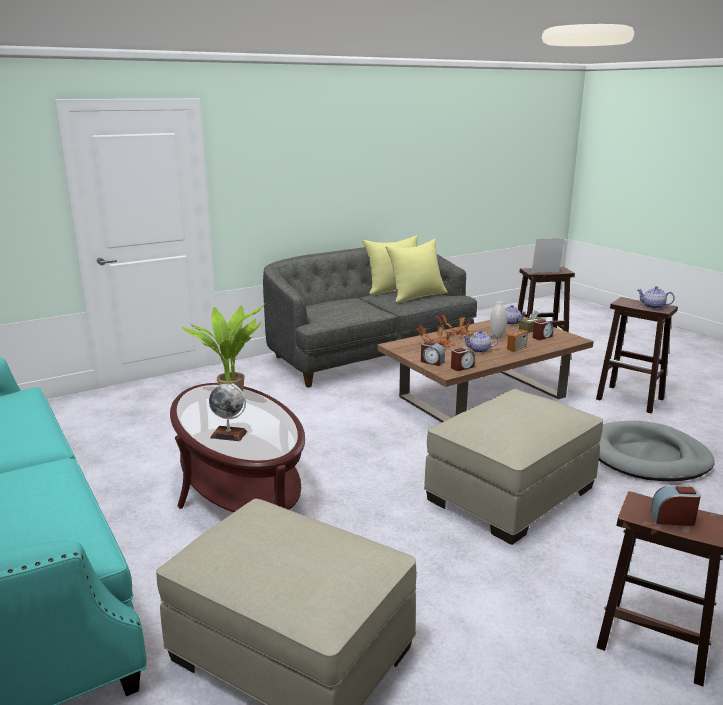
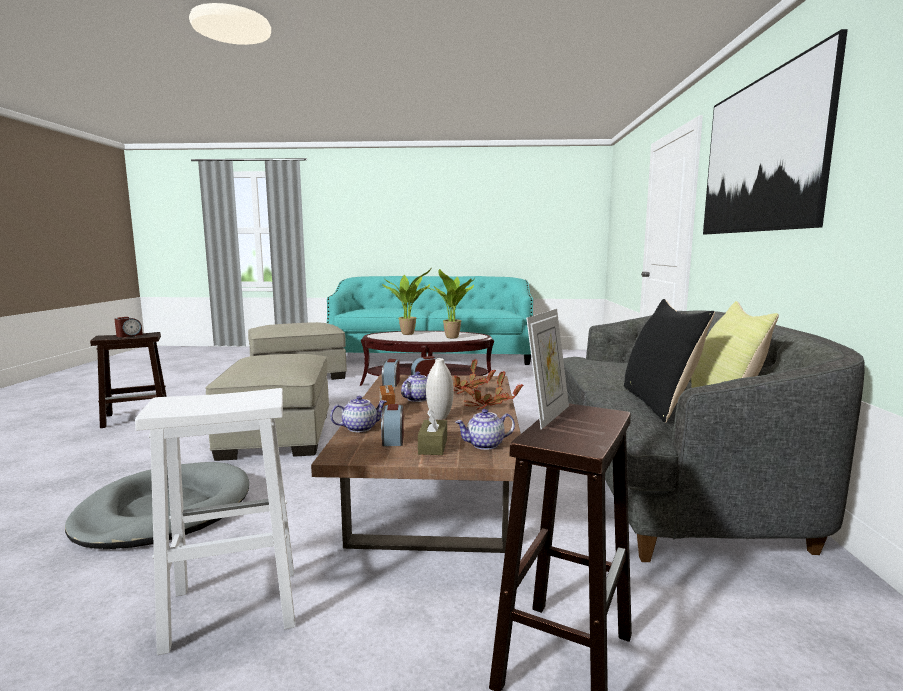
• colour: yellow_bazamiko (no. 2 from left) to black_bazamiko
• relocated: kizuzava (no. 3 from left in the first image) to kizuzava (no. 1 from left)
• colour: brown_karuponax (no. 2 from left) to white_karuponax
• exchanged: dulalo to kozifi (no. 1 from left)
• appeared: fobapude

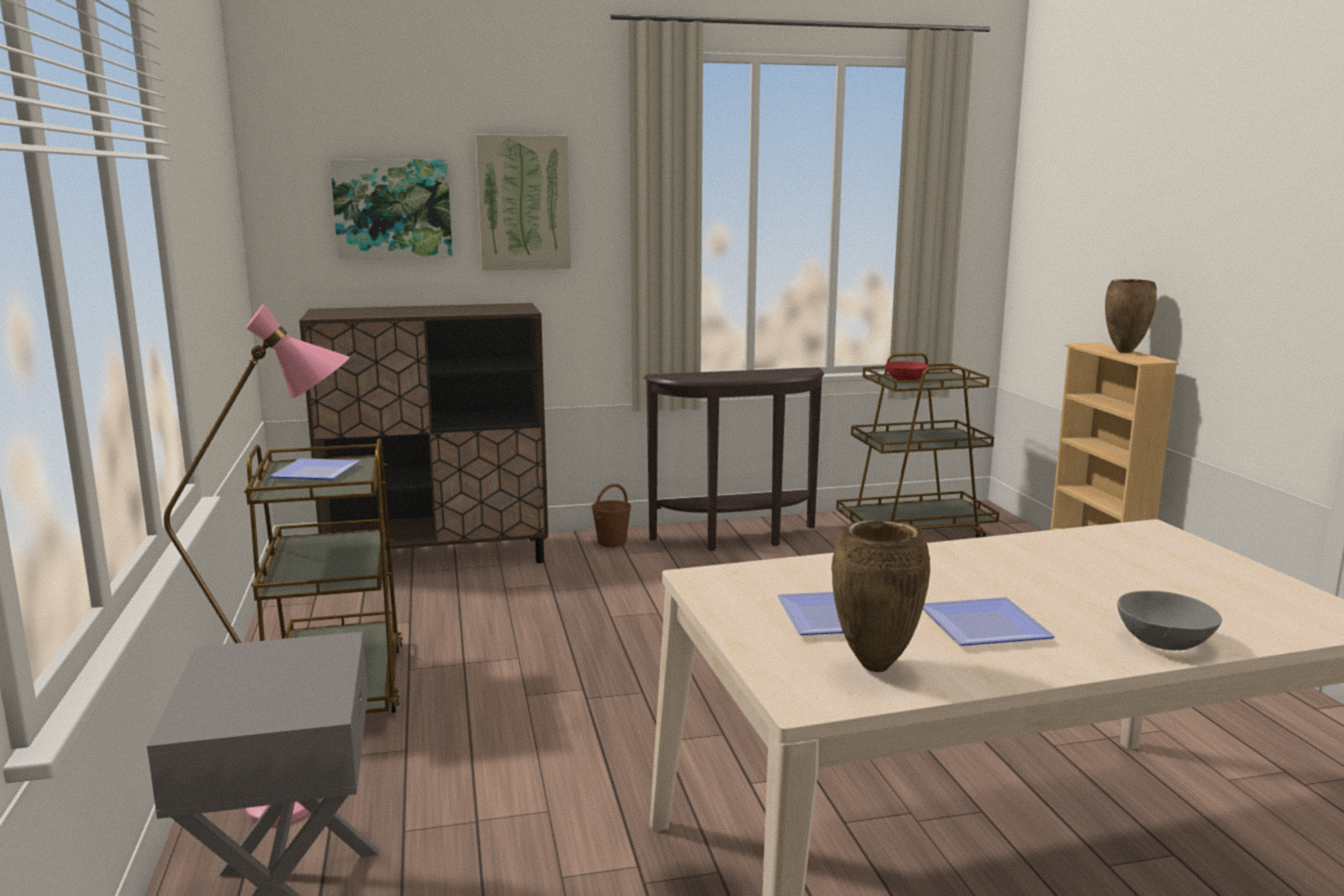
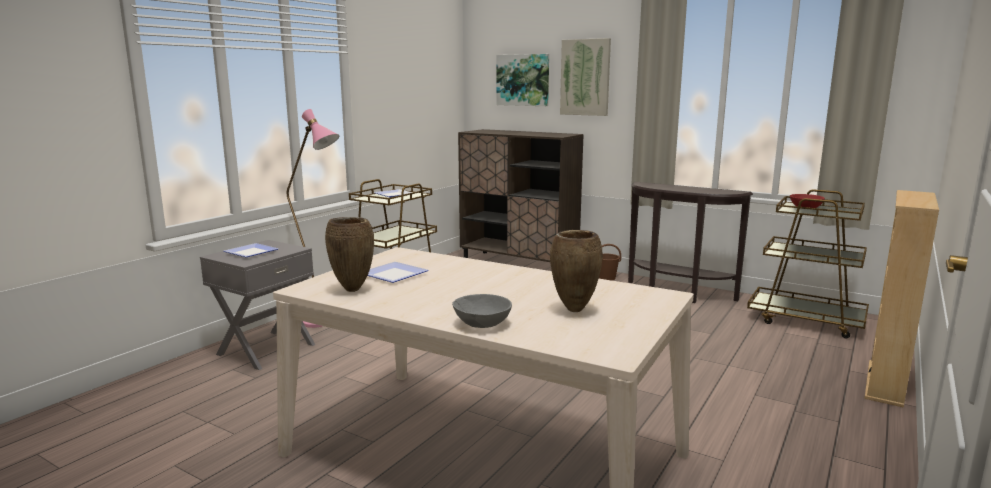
• relocated: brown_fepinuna (no. 2 from left)
• relocated: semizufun (no. 3 from left in the first image) to semizufun (no. 1 from left)

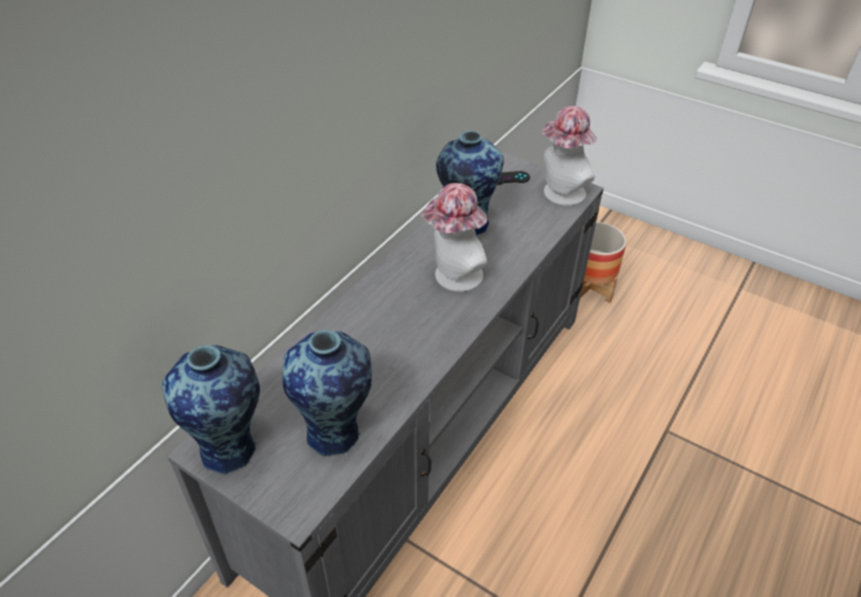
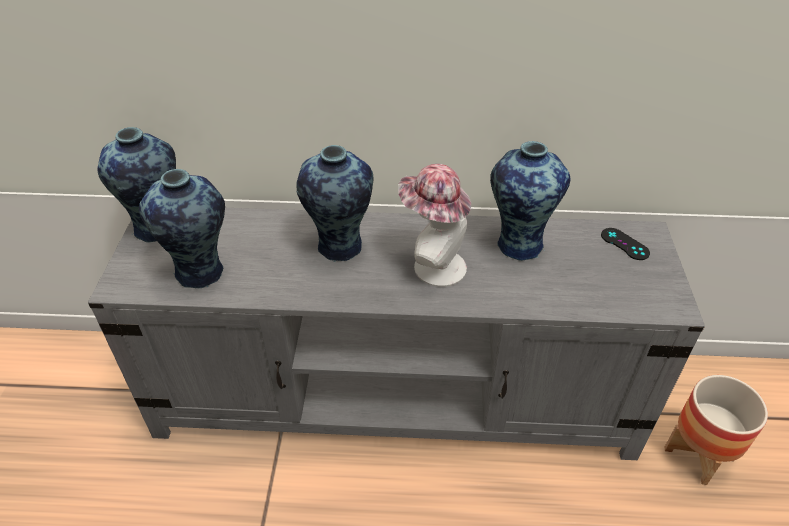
• missing: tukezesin (no. 2 from left)
• appeared: fepinuna (no. 3 from left)

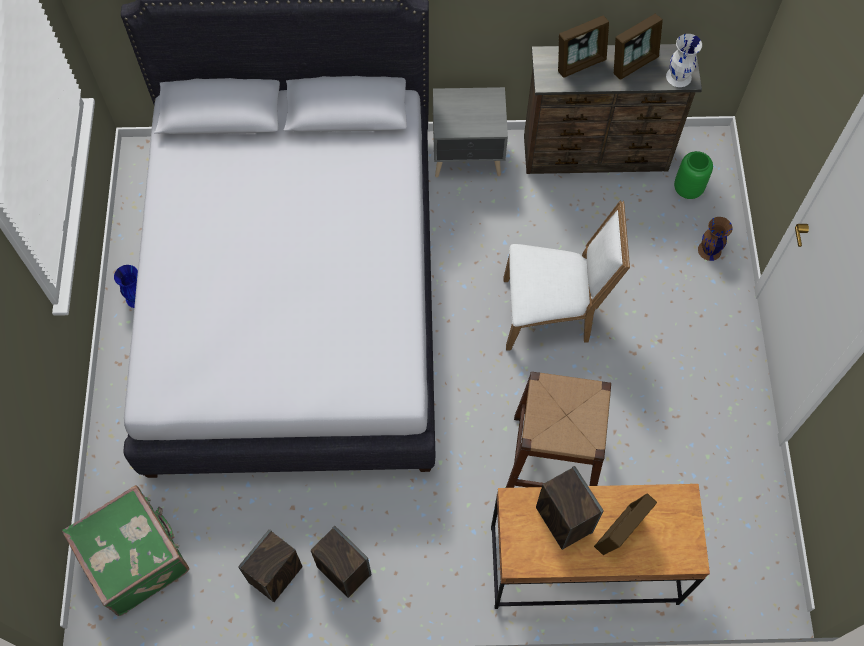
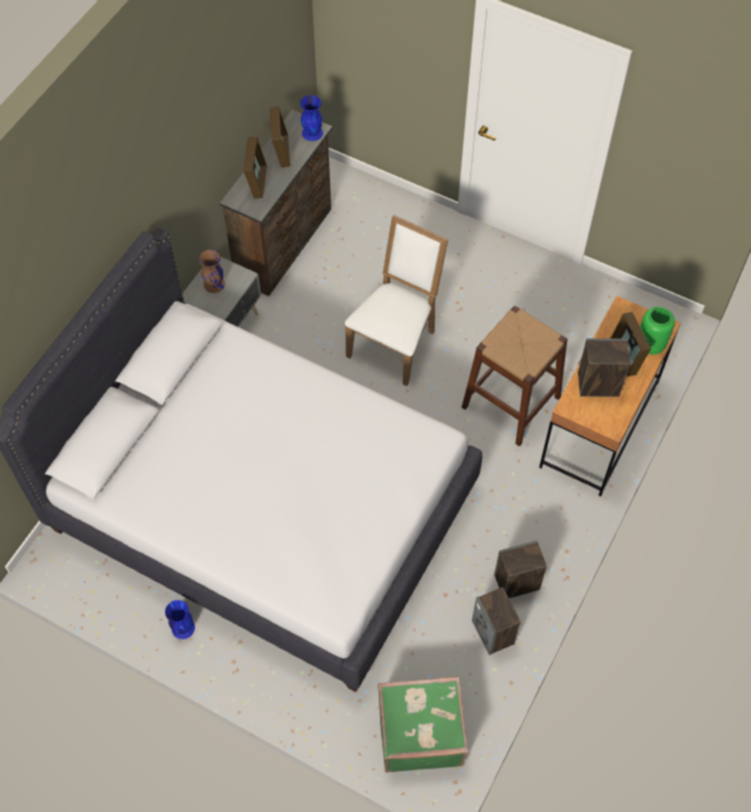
• colour: white_fepinuna to blue_fepinuna (no. 2 from left)
• relocated: green_fepinuna
• relocated: brown_fepinuna

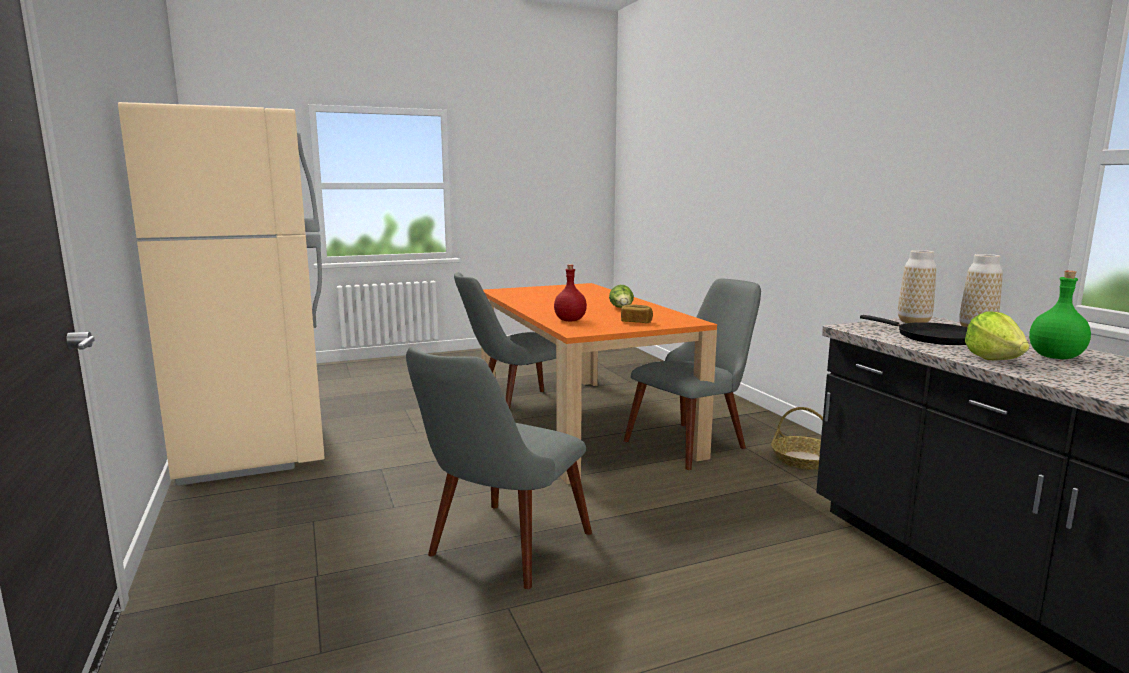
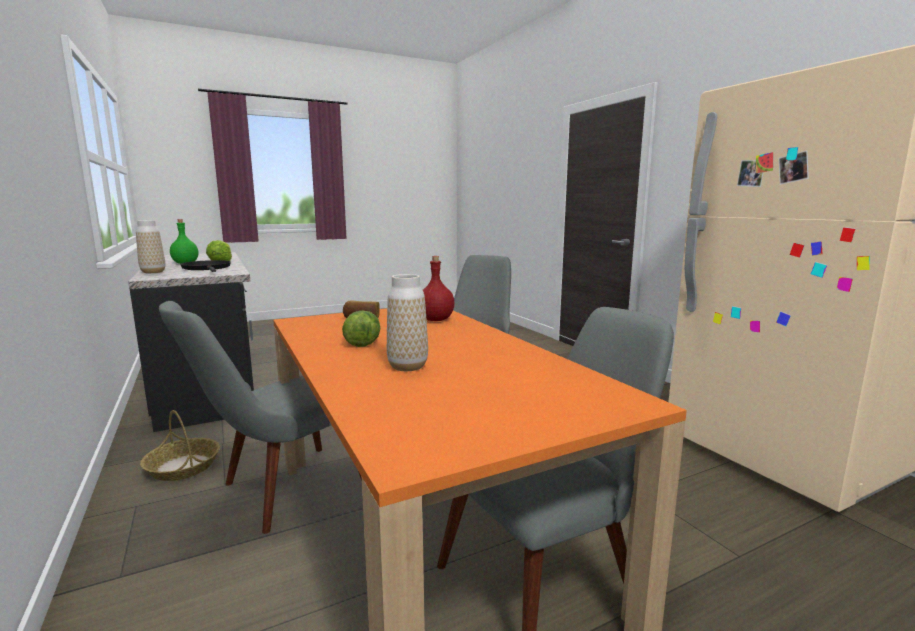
• relocated: fepinuna (no. 1 from left in the first image) to fepinuna (no. 2 from left)

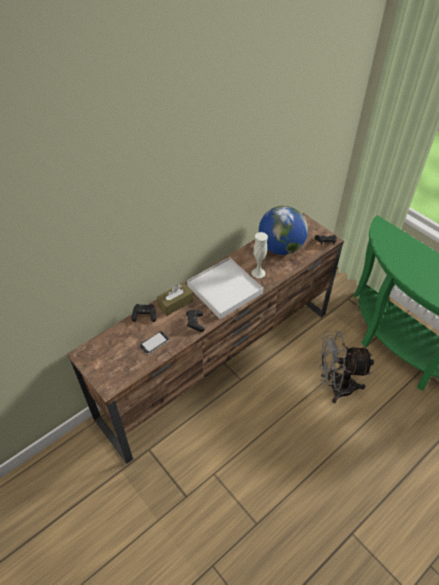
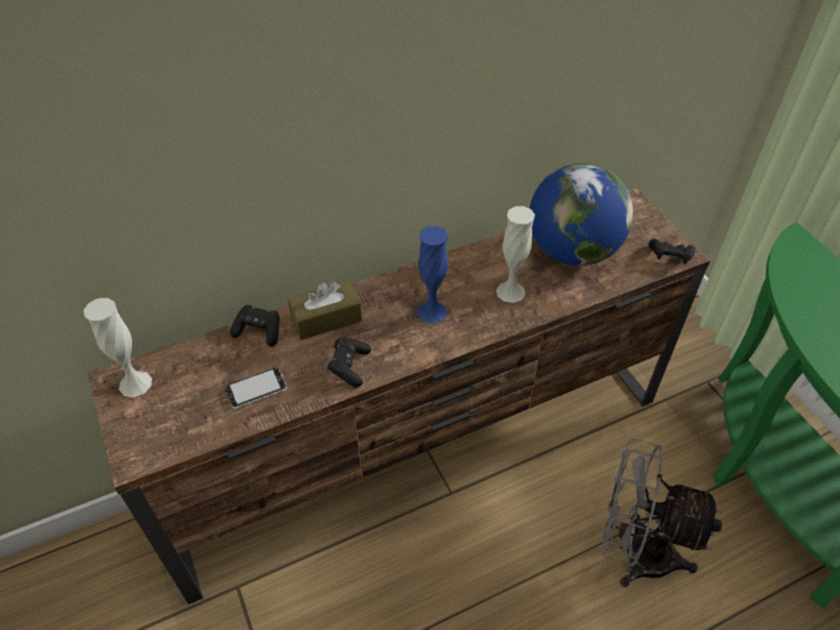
• exchanged: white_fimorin to blue_fepinuna
• appeared: white_fepinuna (no. 1 from left)

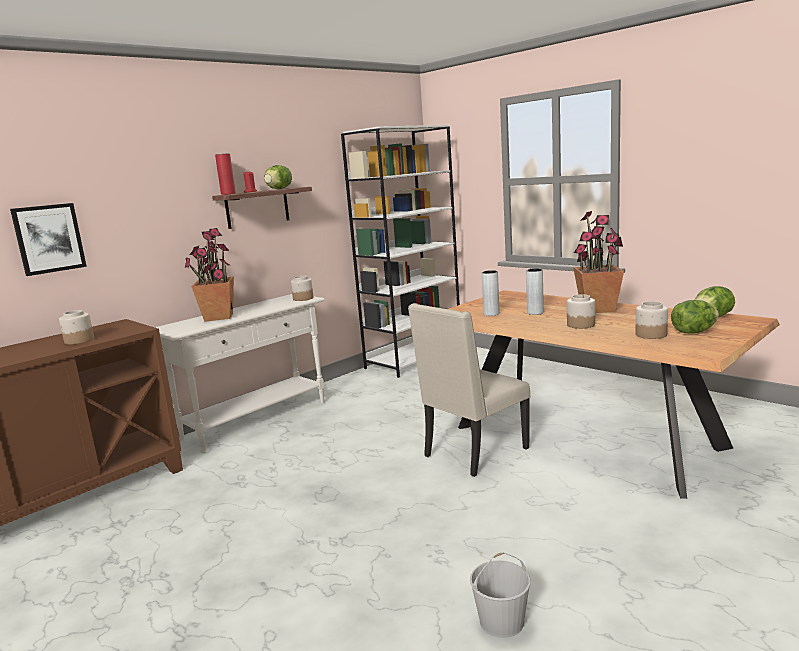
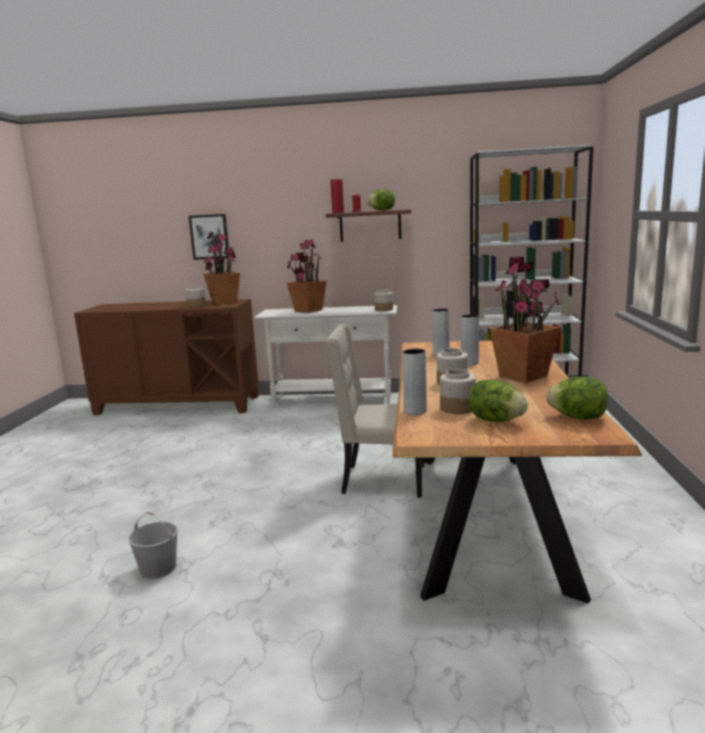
• appeared: kozifi (no. 1 from left)
• appeared: grey_fepinuna (no. 1 from left)

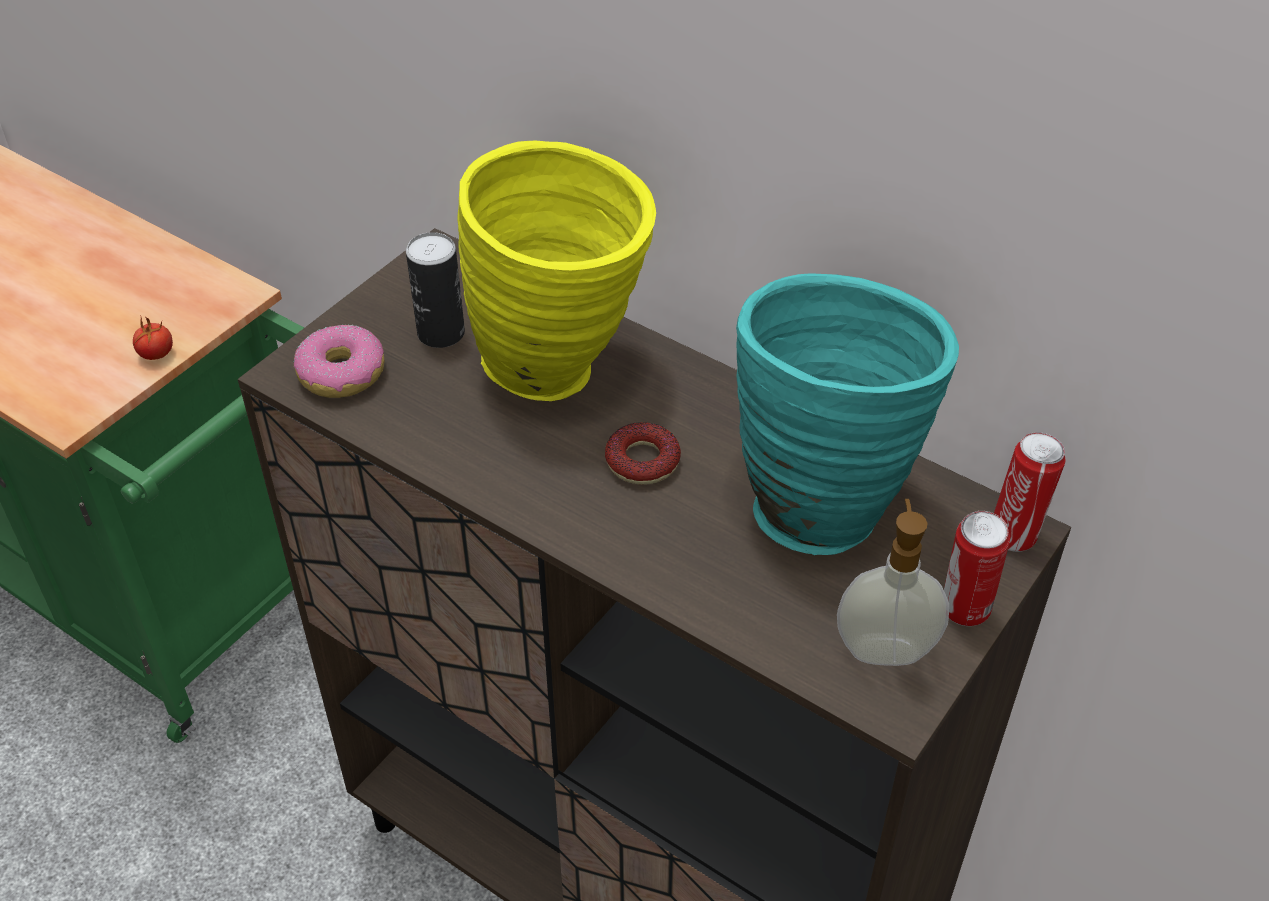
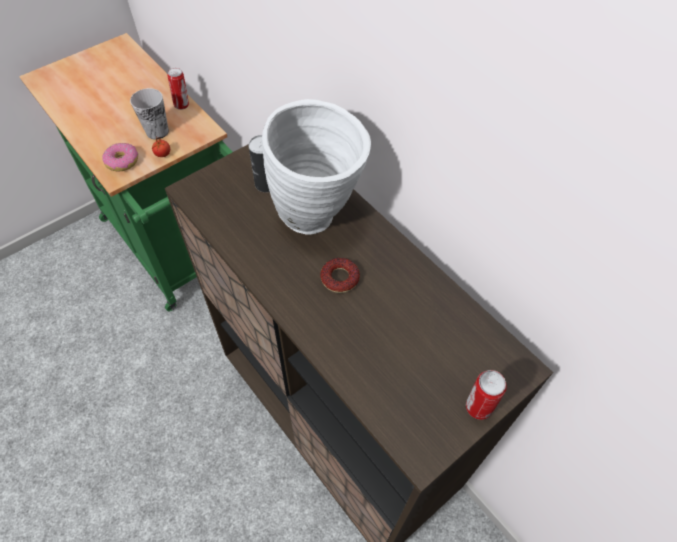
• colour: yellow_fepinuna to white_fepinuna
• missing: turquoise_fepinuna
• relocated: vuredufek (no. 1 from left)
• relocated: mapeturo (no. 3 from left in the first image) to mapeturo (no. 1 from left)
• missing: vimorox
• appeared: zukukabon

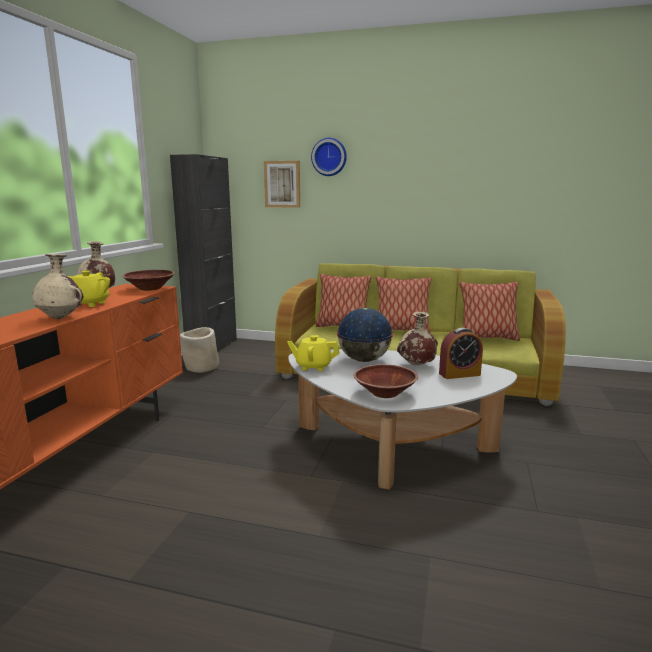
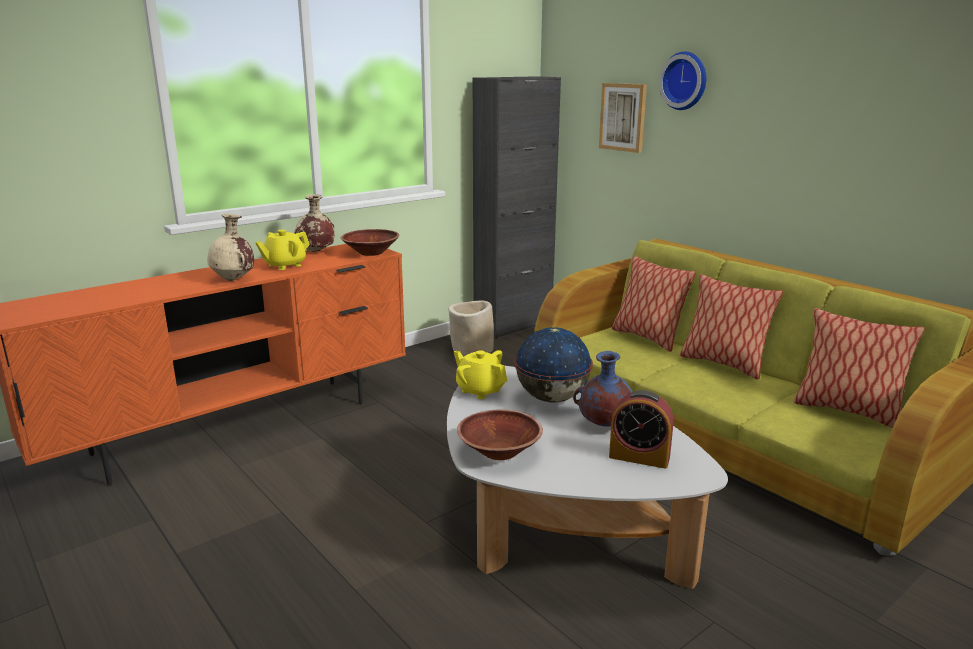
• colour: beige_fepinuna (no. 3 from left) to blue_fepinuna

